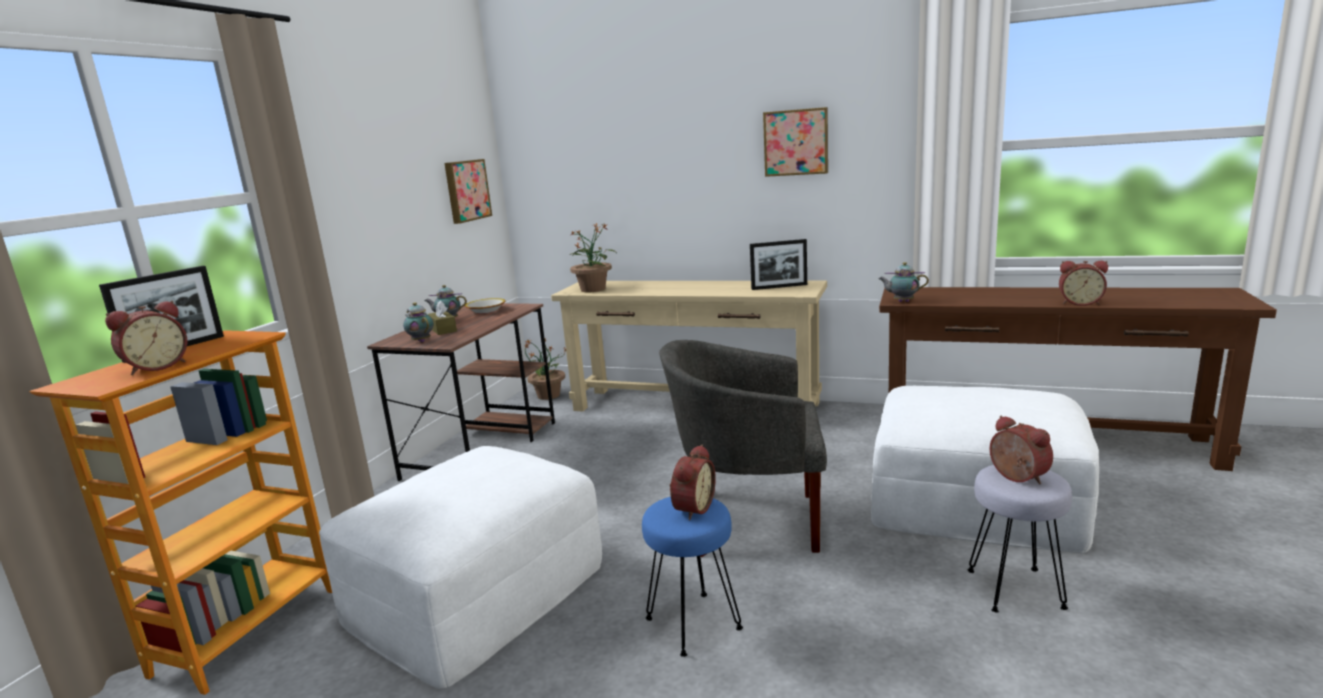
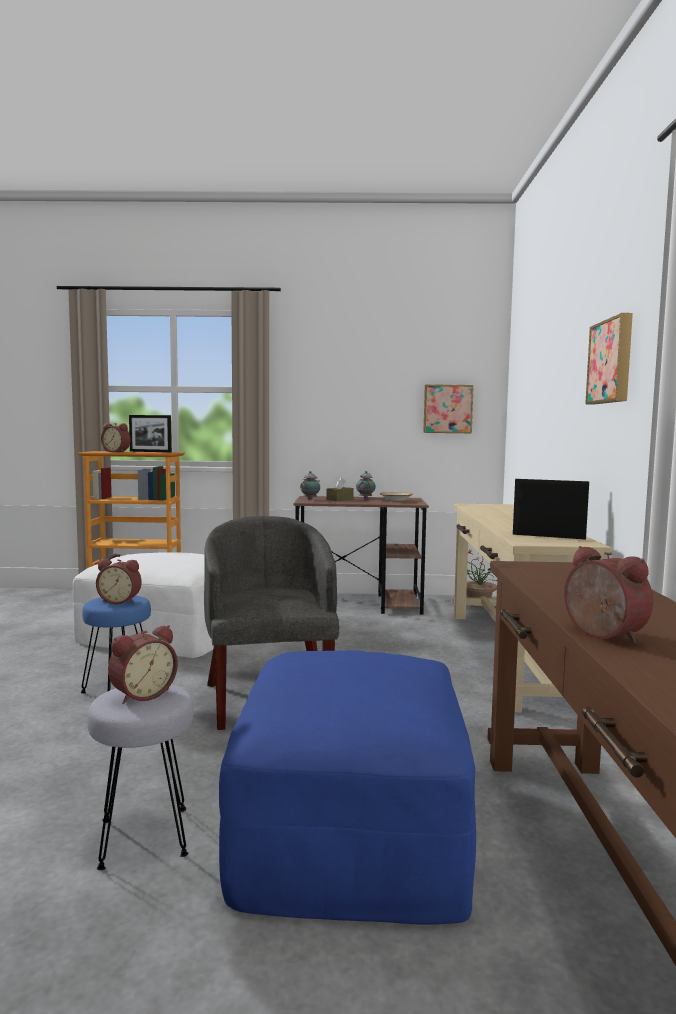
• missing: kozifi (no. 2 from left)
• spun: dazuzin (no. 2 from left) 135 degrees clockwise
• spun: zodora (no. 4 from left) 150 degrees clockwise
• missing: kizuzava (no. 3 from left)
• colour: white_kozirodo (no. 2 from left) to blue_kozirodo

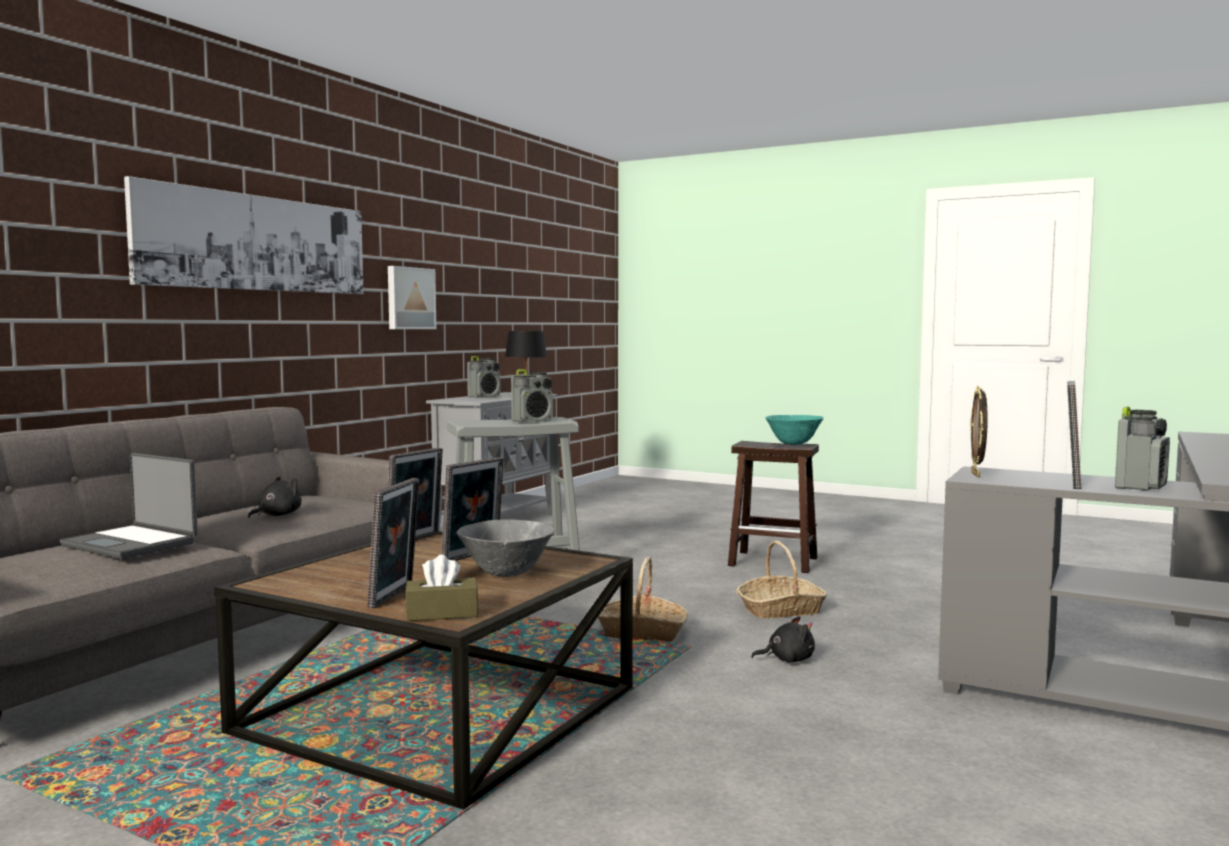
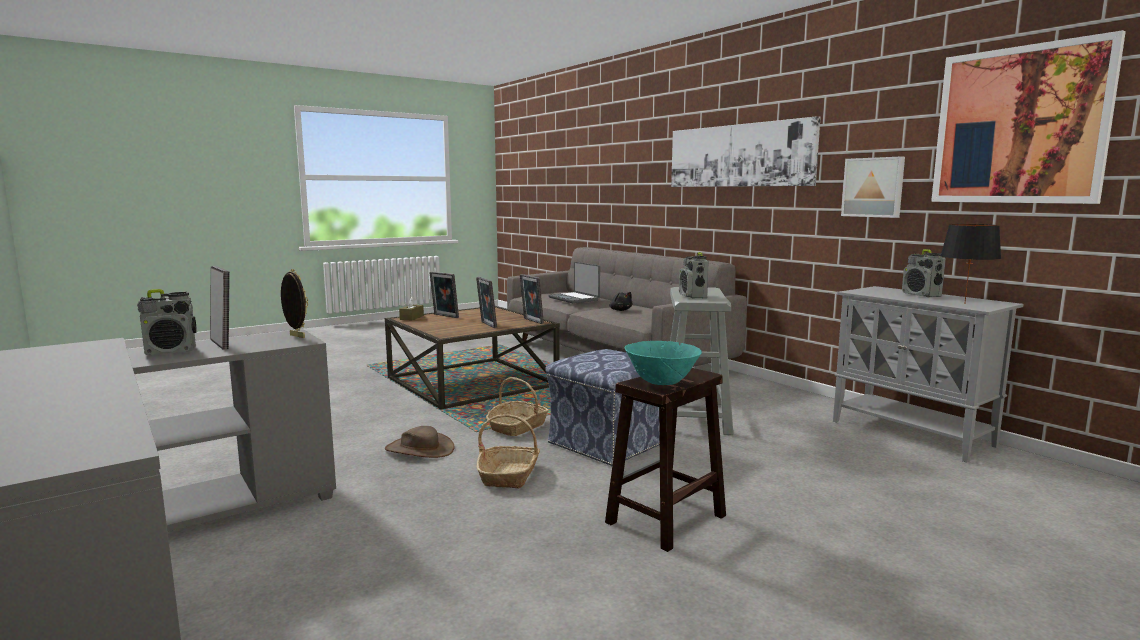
• spun: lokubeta (no. 3 from left in the first image) 90 degrees counterclockwise
• spun: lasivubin 90 degrees counterclockwise
• missing: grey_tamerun
• exchanged: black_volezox (no. 2 from left) to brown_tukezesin
• appeared: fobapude (no. 3 from left)
• appeared: kozirodo

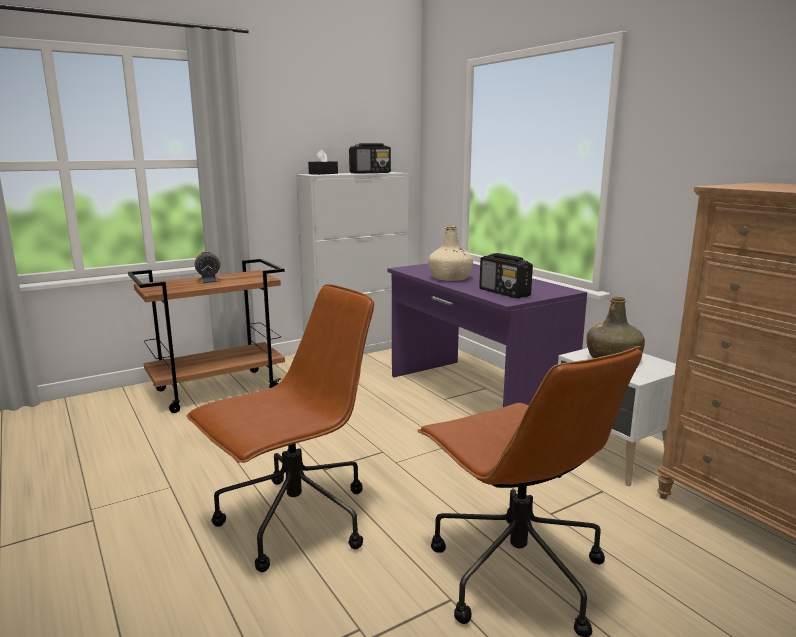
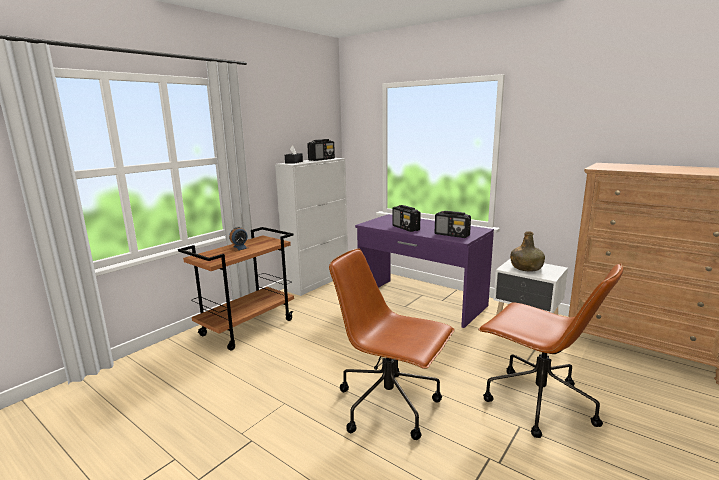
• exchanged: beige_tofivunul to lokubeta (no. 2 from left)
• spun: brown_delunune (no. 1 from left) 90 degrees counterclockwise

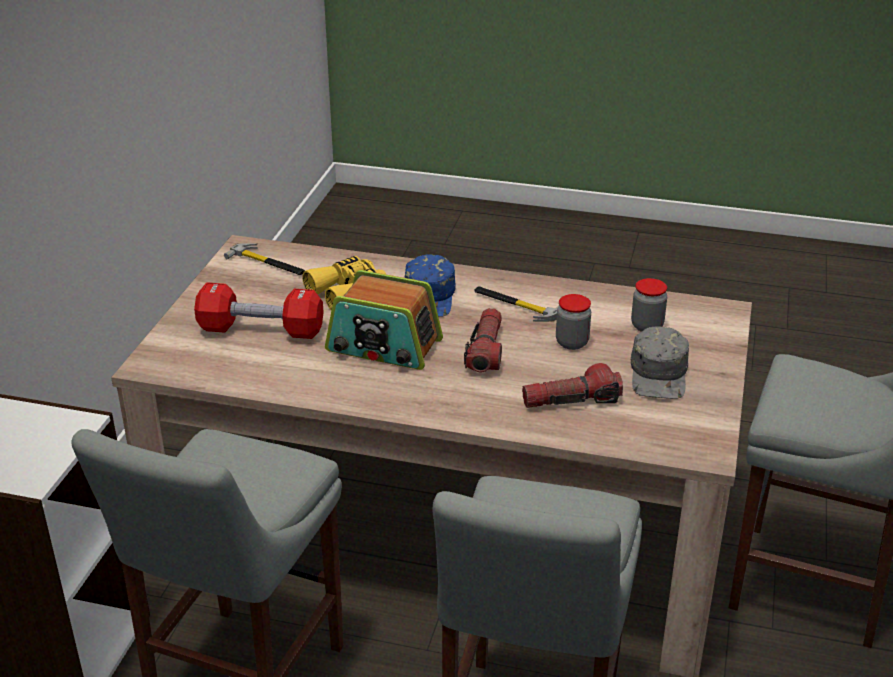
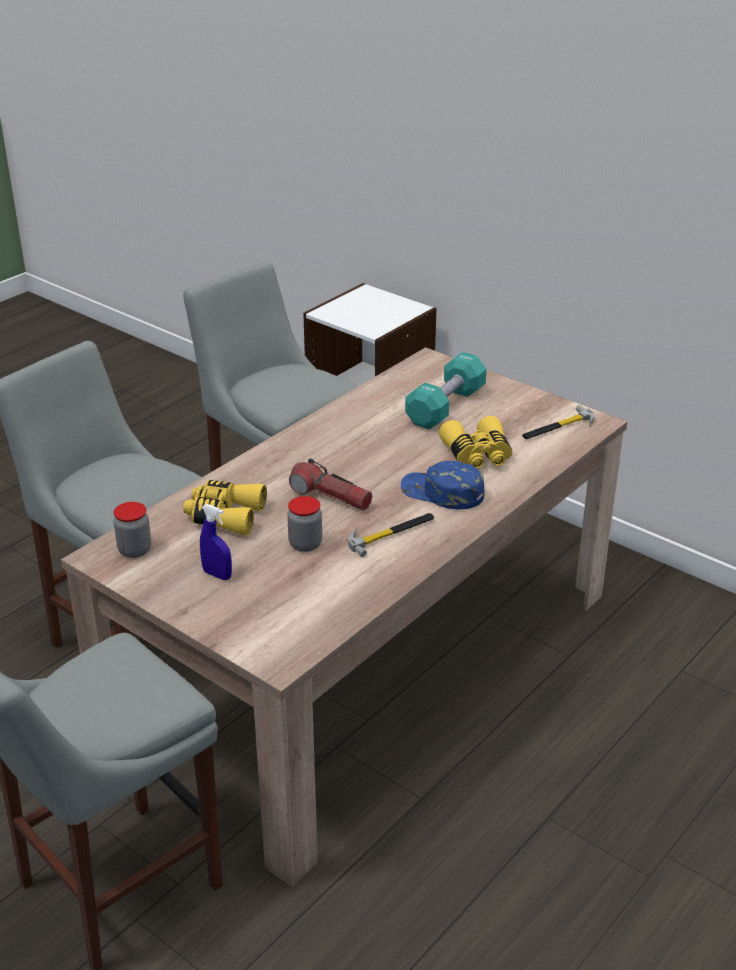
• missing: lokubeta
• relocated: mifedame (no. 2 from left in the first image) to mifedame (no. 1 from left)
• colour: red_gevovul to turquoise_gevovul
• exchanged: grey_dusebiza to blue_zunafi
• exchanged: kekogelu (no. 2 from left) to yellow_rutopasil (no. 1 from left)

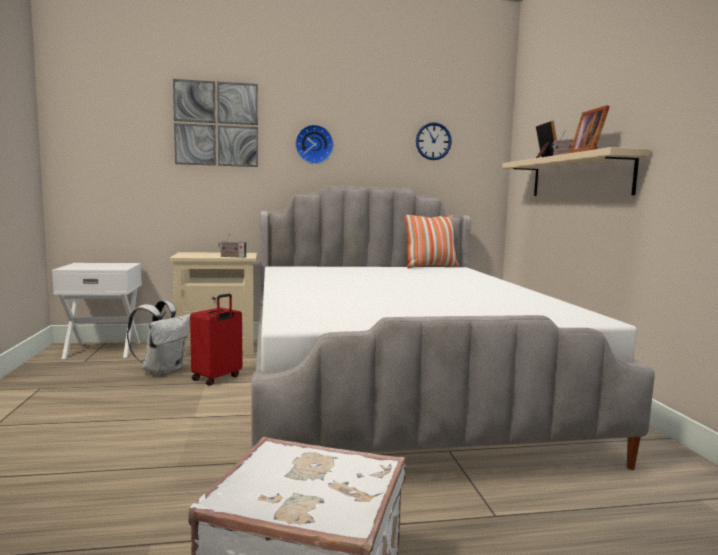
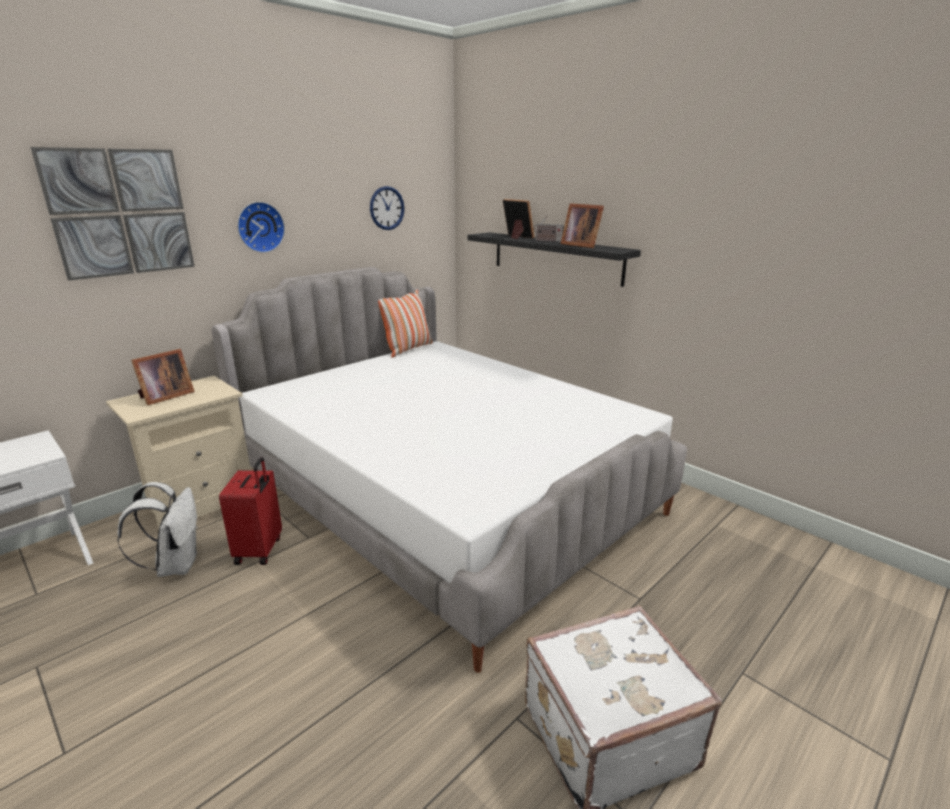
• colour: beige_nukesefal to black_nukesefal
• missing: lokubeta (no. 1 from left)
• appeared: dazuzin (no. 1 from left)

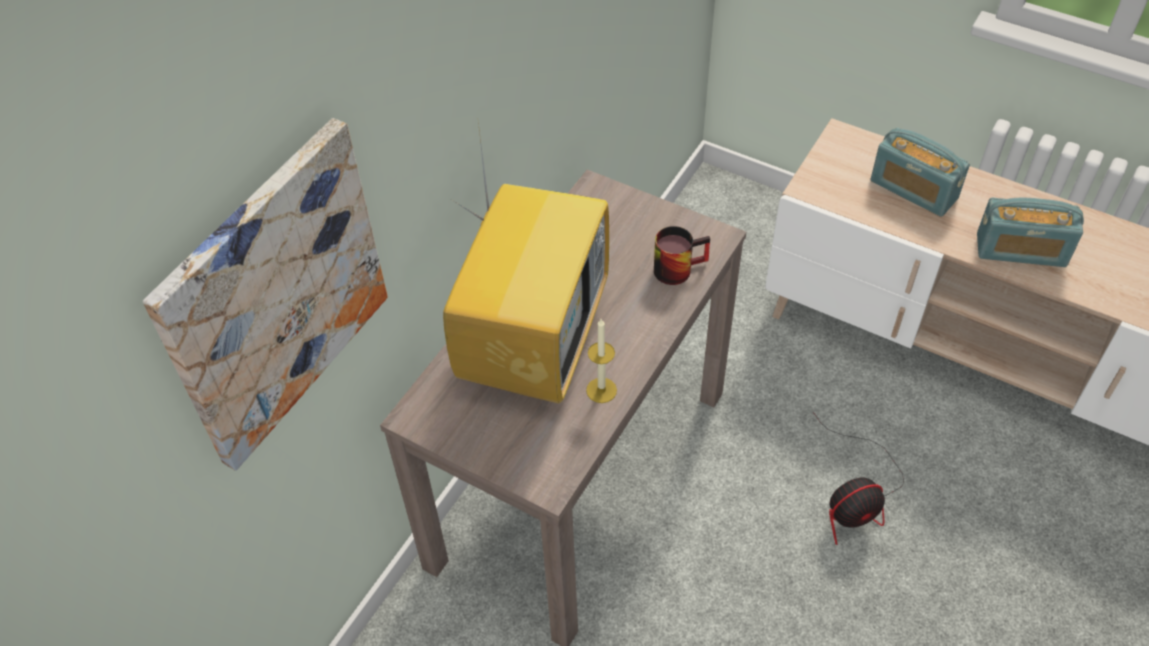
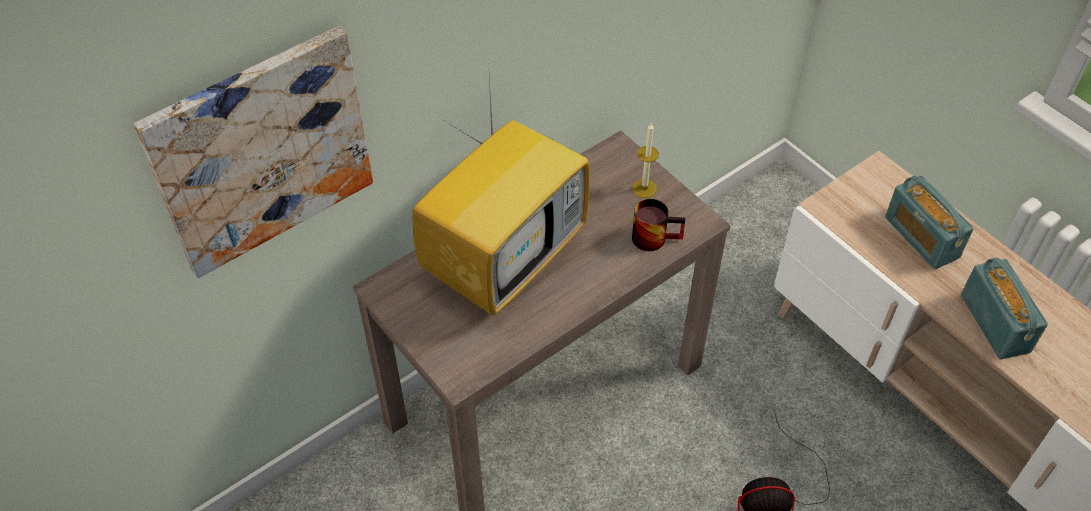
• spun: lokubeta (no. 2 from left) 135 degrees counterclockwise
• relocated: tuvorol

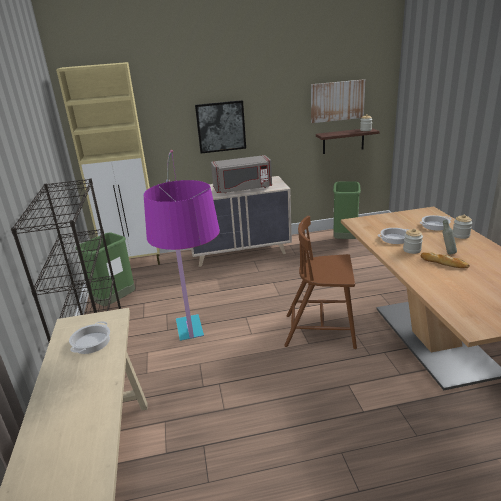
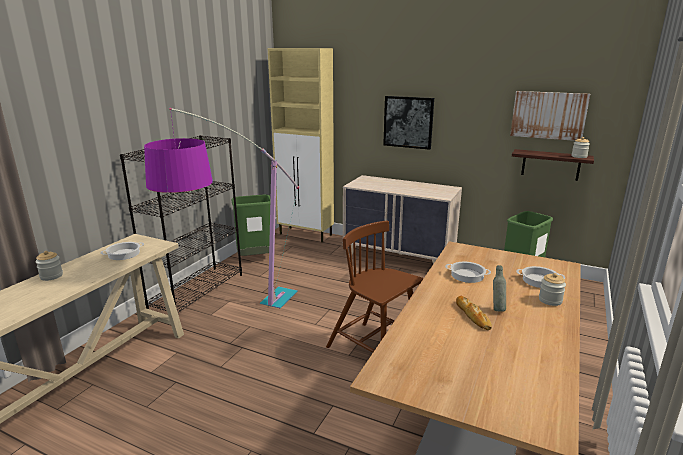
• missing: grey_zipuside
• relocated: mifedame (no. 2 from left in the first image) to mifedame (no. 1 from left)

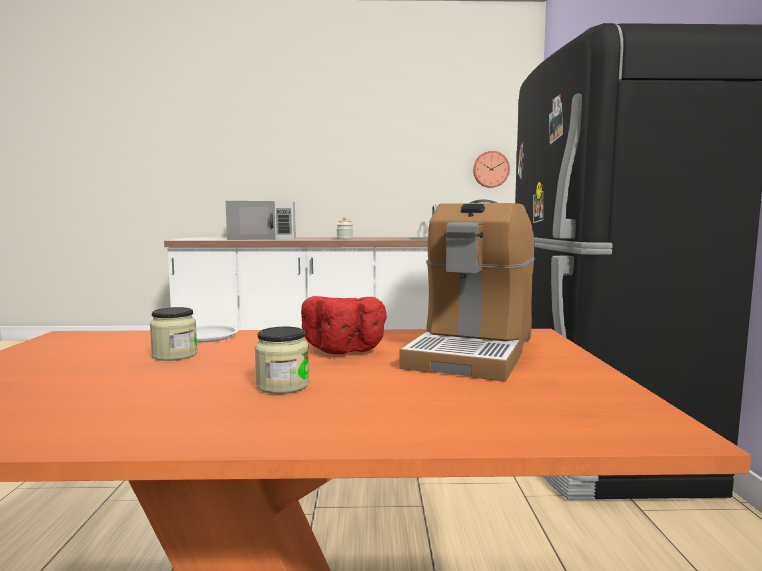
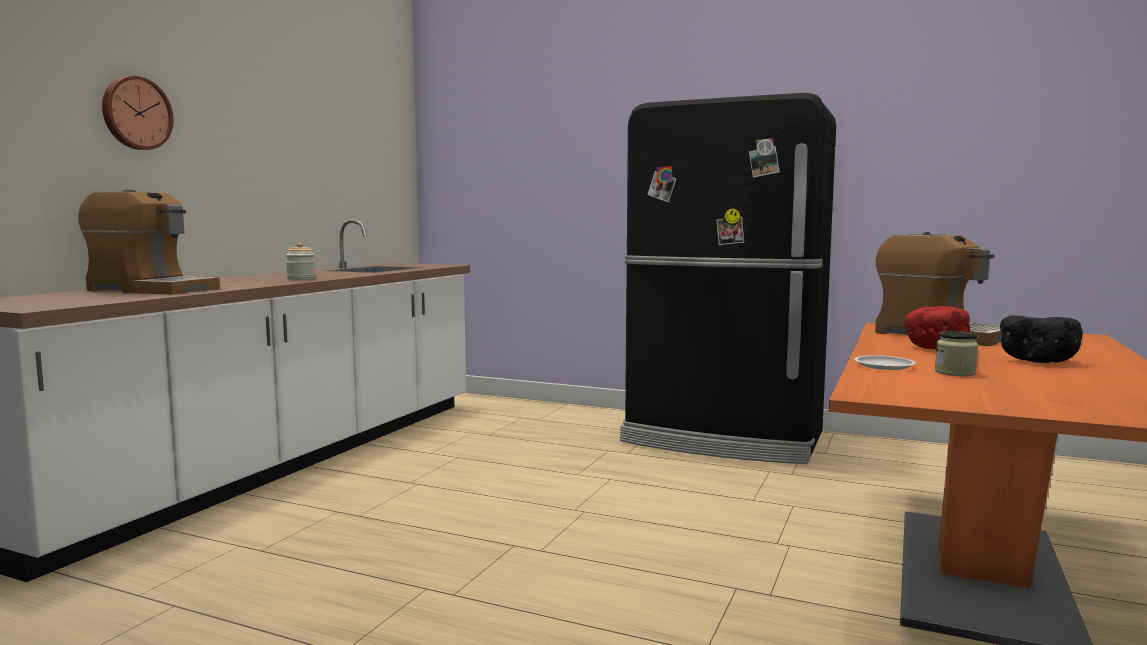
• relocated: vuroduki
• exchanged: white_zipuside to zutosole (no. 1 from left)
• exchanged: mifedame (no. 2 from left) to black_tamerun

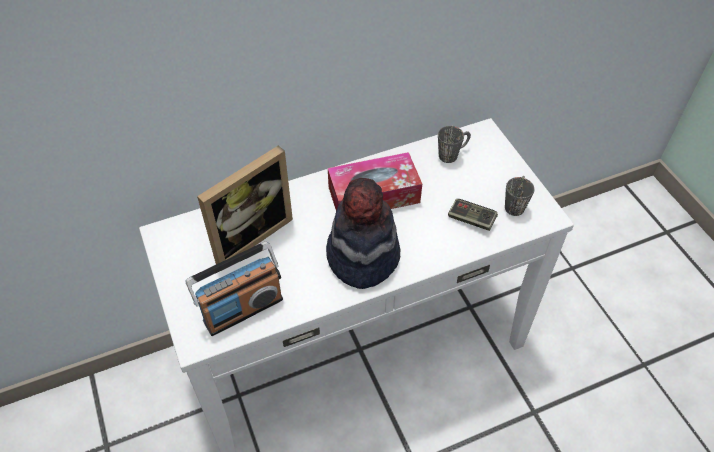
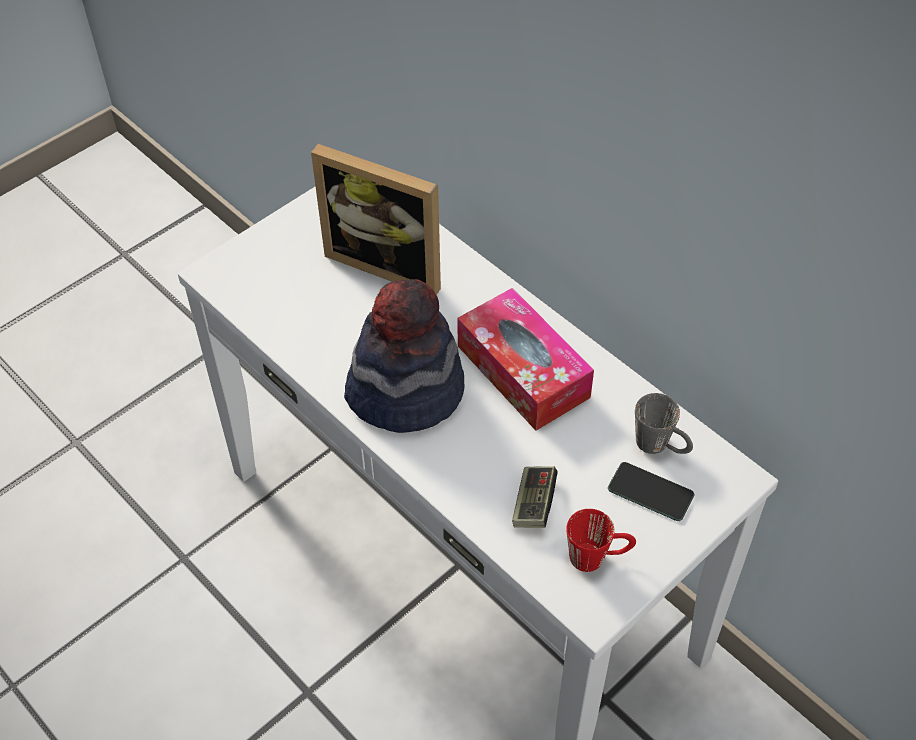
• colour: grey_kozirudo (no. 2 from left) to red_kozirudo
• missing: lokubeta
• appeared: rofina

